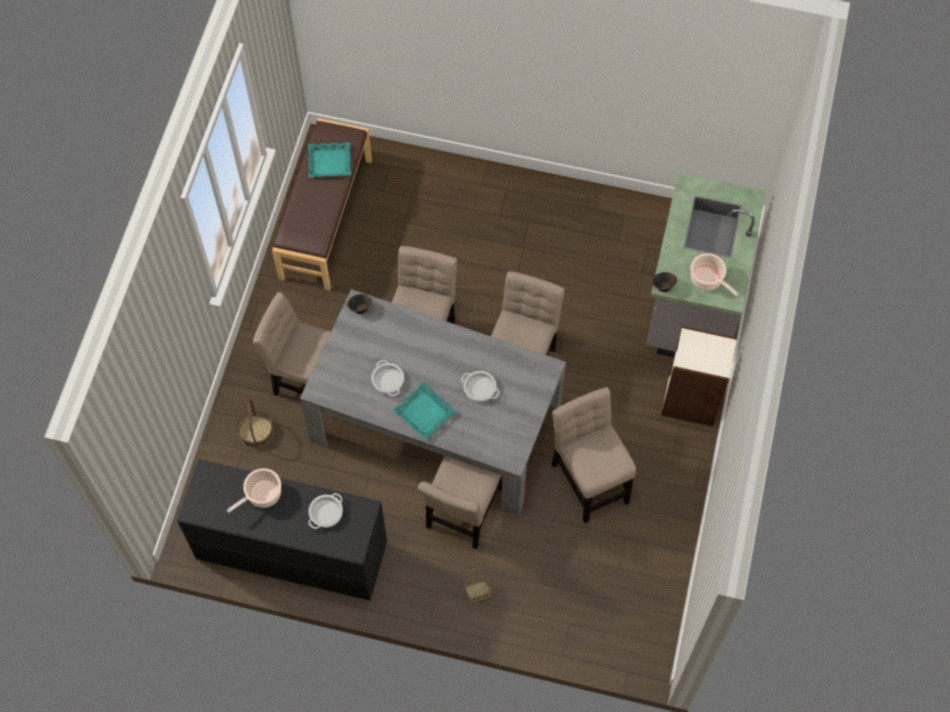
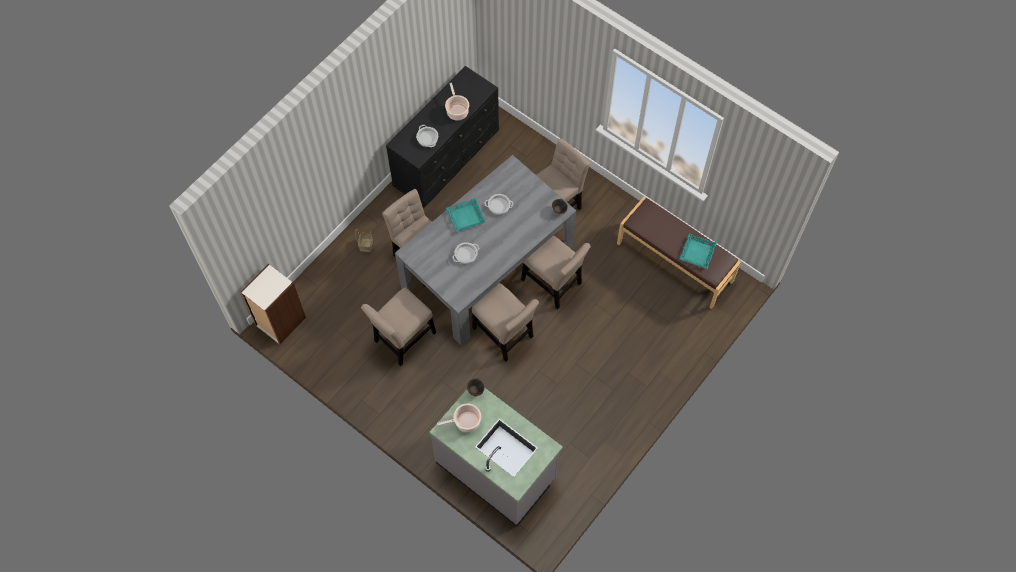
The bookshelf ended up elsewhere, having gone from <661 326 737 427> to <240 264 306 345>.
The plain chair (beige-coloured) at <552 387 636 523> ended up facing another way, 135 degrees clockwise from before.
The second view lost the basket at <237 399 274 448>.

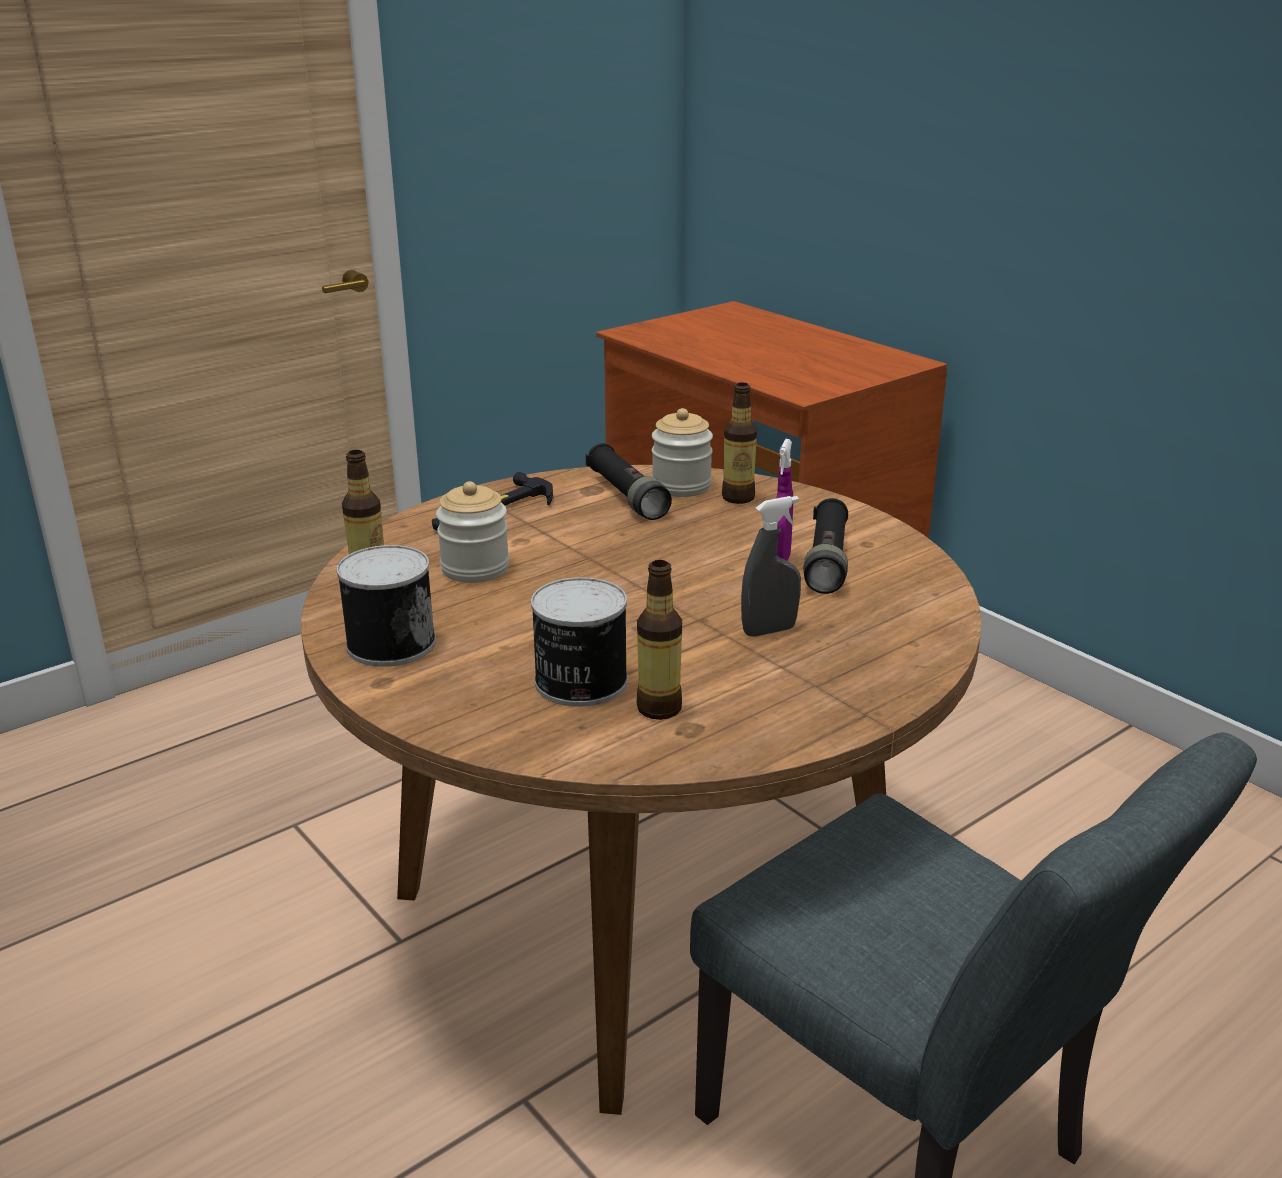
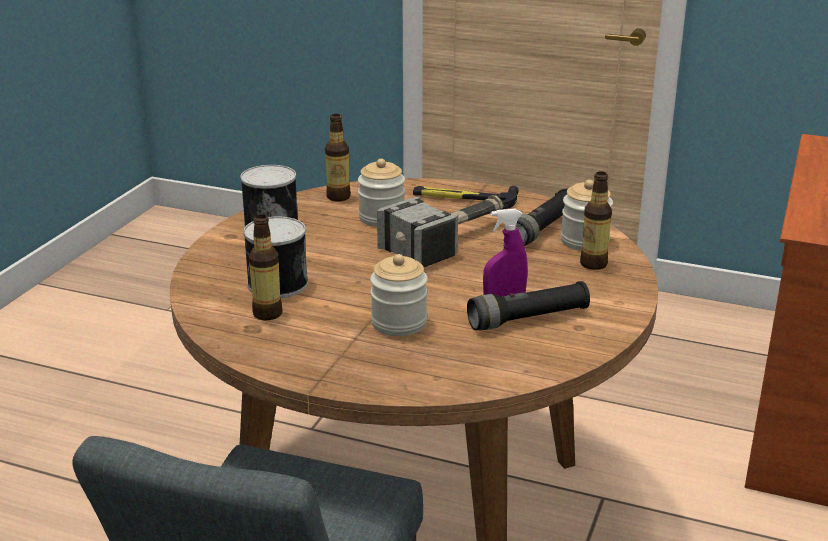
Where the spray bottle (greyish) stood at <741 496 801 636>, the preserve jar came to stand at <370 254 428 336>.
The second view gained the tool hammer at <377 195 503 267>.

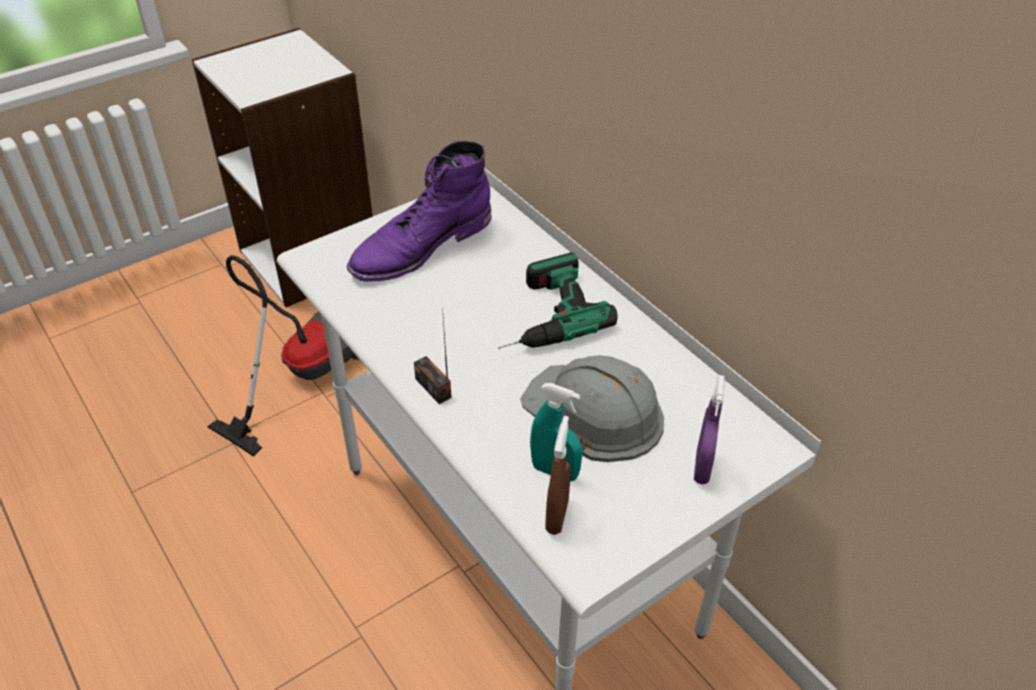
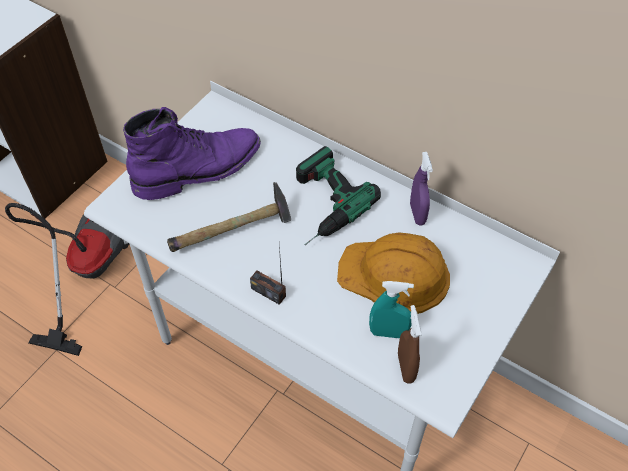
The boot (purple-coloured) at <347 141 492 282> ended up facing another way, 150 degrees counterclockwise from before.
What was the hard hat (greyish) at <520 355 664 462> turned into the hard hat (orange-coloured) at <337 232 450 314>.
The spray bottle (purple-coloured) ended up elsewhere, having gone from <694 375 725 484> to <410 152 433 225>.
The second view gained the tool hammer at <167 182 291 252>.

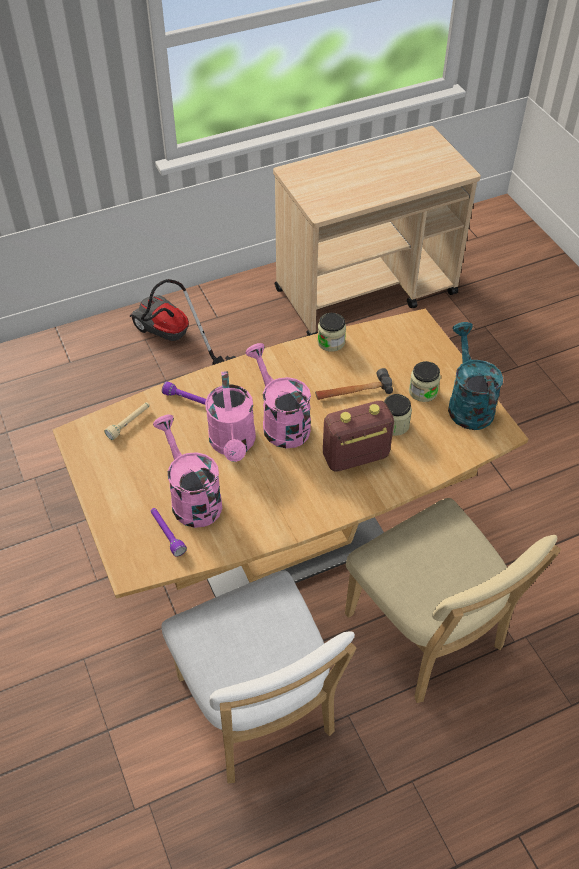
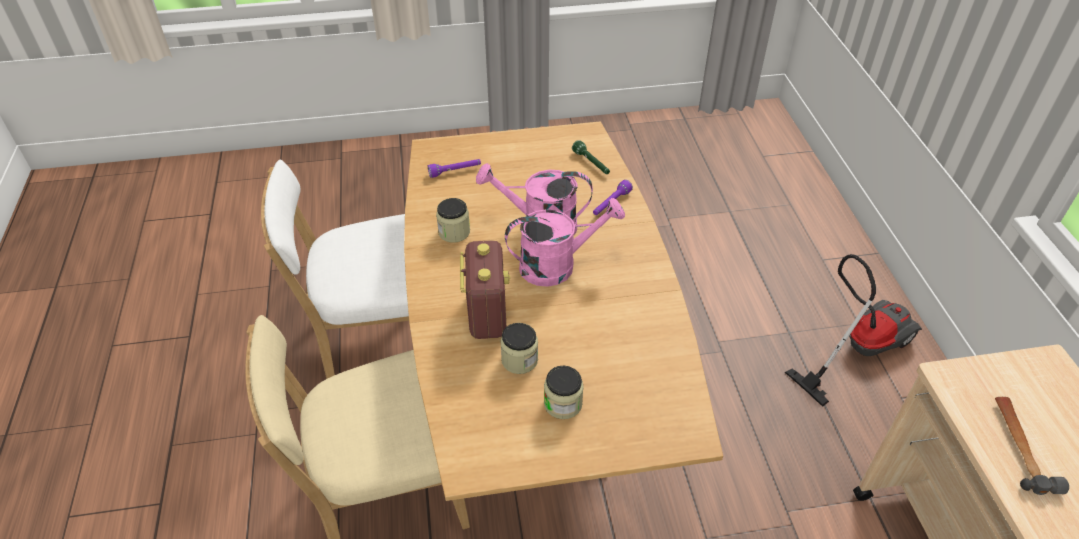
The preserve jar ended up elsewhere, having gone from <318 313 346 352> to <436 198 470 243>.
The second view lost the watering pot (blue-green) at <448 322 503 430>.
The tool hammer ended up elsewhere, having gone from <315 368 393 400> to <995 397 1069 495>.
What was the flashlight (beige-coloured) at <104 402 150 440> turned into the flashlight (green-coloured) at <572 140 610 174>.
The second view lost the watering pot (pink-coloured) at <153 414 222 528>.

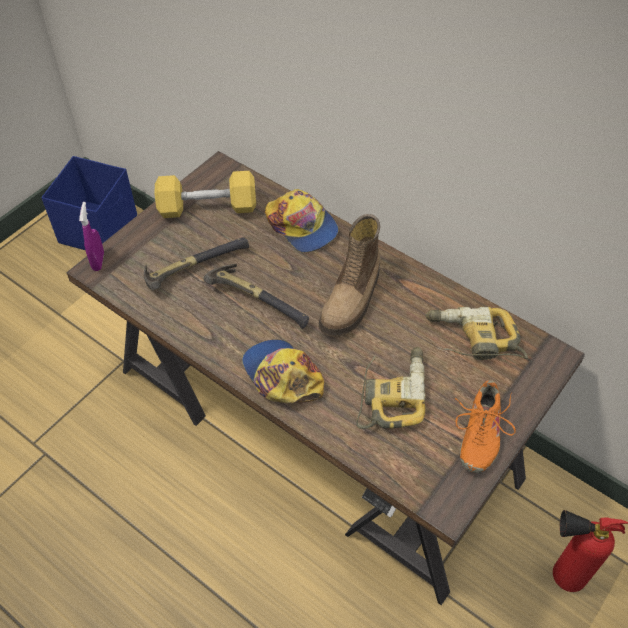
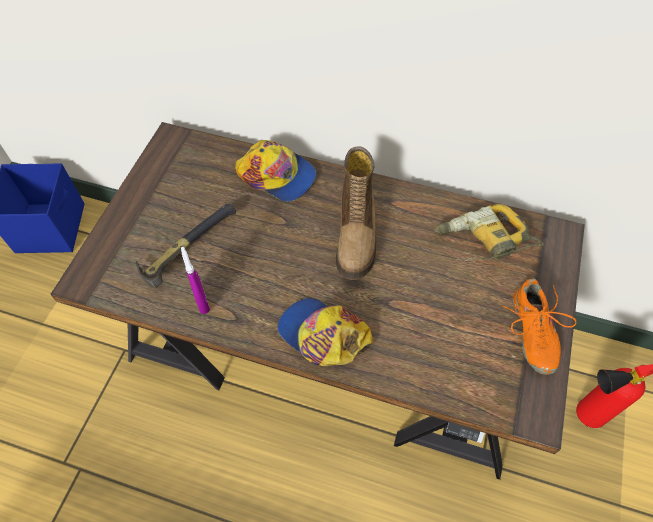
The second view lost the hand weight (yellow-coloured) at <154 171 256 218>.
The spray bottle (purple-coloured) ended up elsewhere, having gone from <79 202 104 271> to <181 247 210 314>.
The second view lost the tool hammer at <203 264 309 329>.
The second view lost the power drill at <356 347 426 429>.

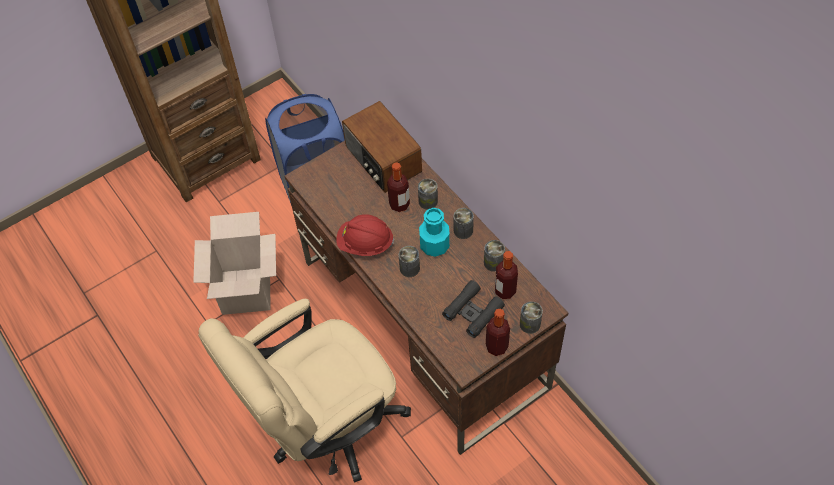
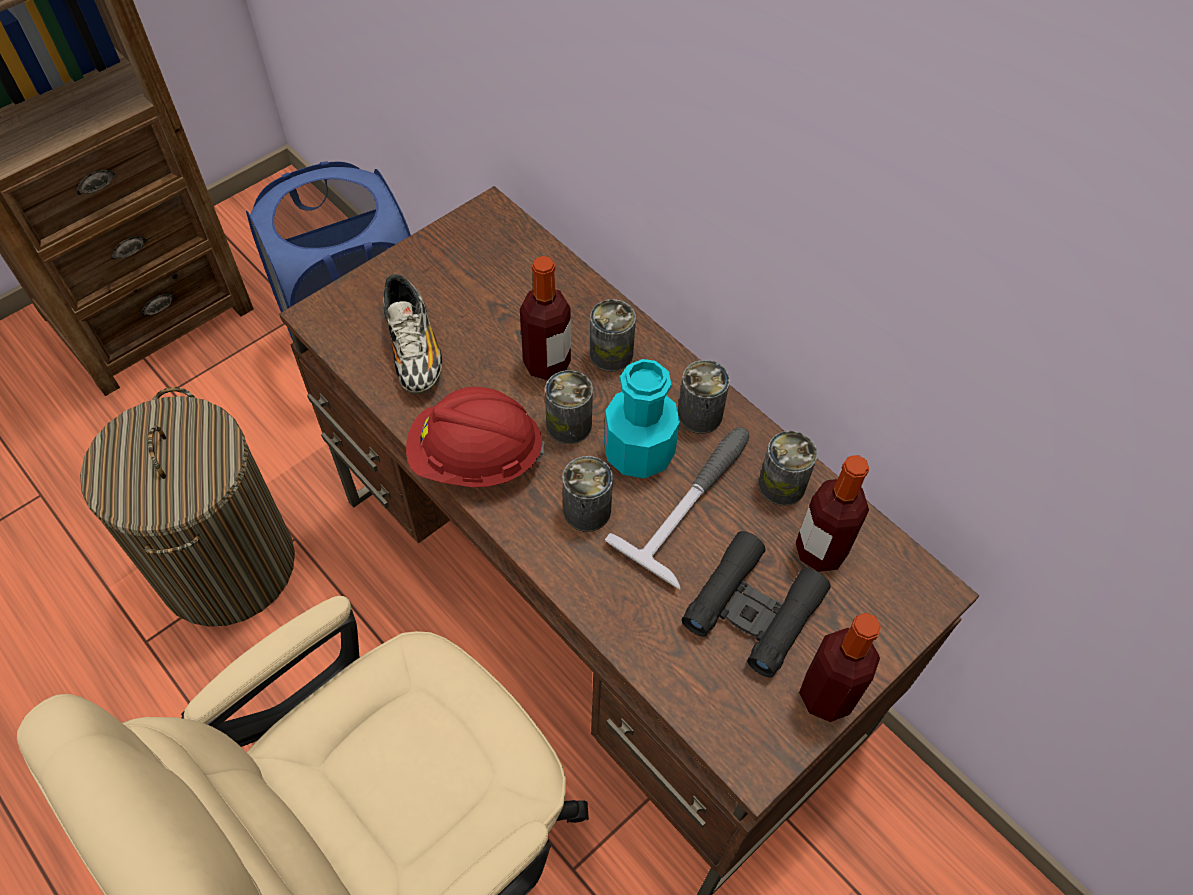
The second view lost the radio set at <342 101 422 193>.
Where the packing box stood at <193 212 276 315>, the washing basket came to stand at <80 387 295 627>.
The metal can ended up elsewhere, having gone from <520 301 543 334> to <545 370 593 444>.
The second view gained the shoe at <383 274 443 394>.
The second view gained the tool hammer at <605 427 749 590>.

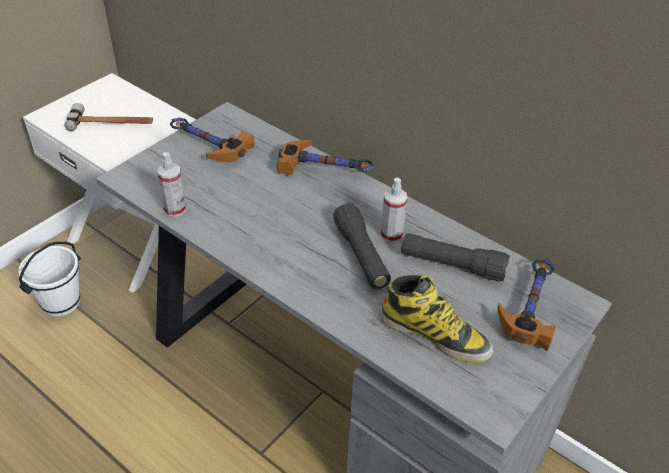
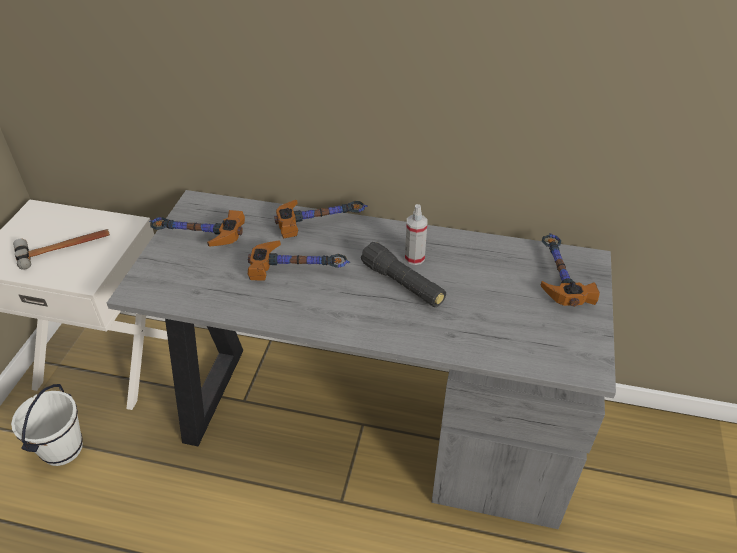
The second view lost the spray bottle at <158 152 186 217>.
The second view lost the flashlight (black-coloured) at <401 233 510 281>.
The second view lost the boot at <380 275 493 363>.
The second view gained the tool hammer at <248 241 350 281>.

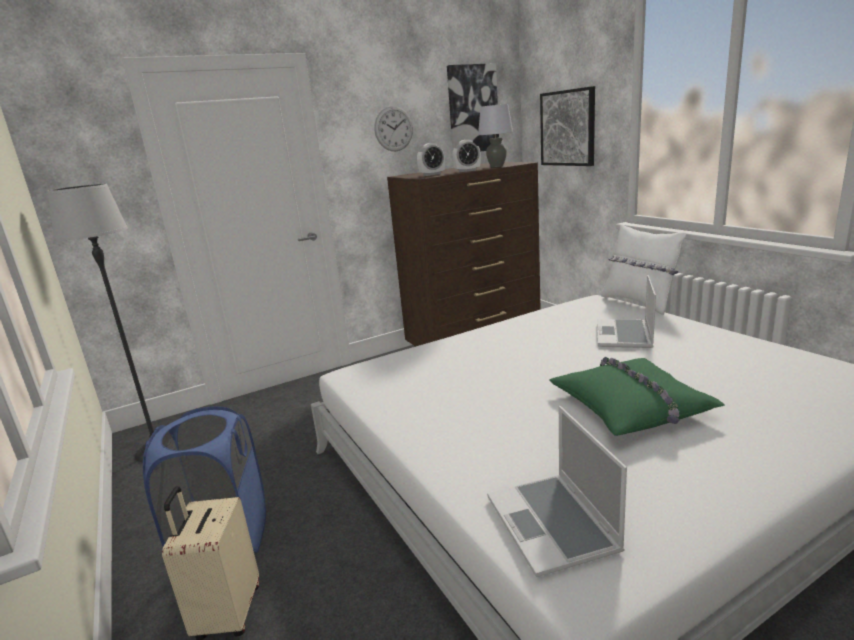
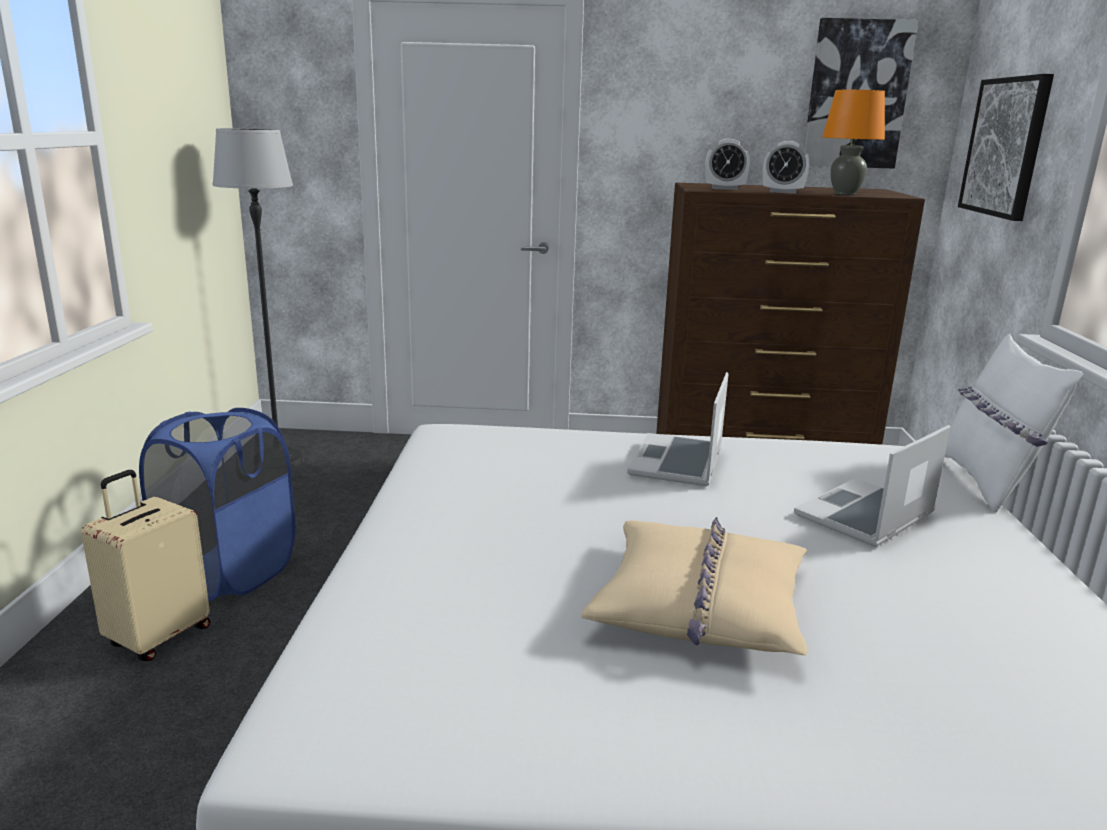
What was the tabletop lamp (greyish) at <478 104 513 167> turned into the tabletop lamp (orange-coloured) at <822 90 885 195>.
The second view lost the wall clock at <374 106 413 151>.
What was the throw pillow (green-coloured) at <550 357 725 436> turned into the throw pillow (beige-coloured) at <581 517 808 655>.
The portable computer ended up elsewhere, having gone from <487 406 627 577> to <627 372 729 486>.

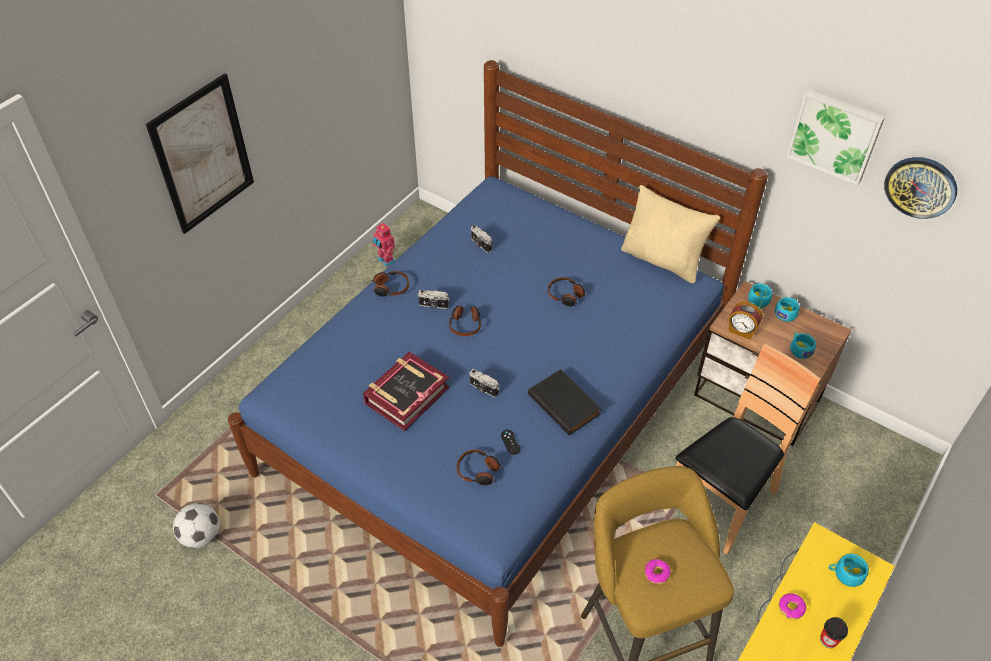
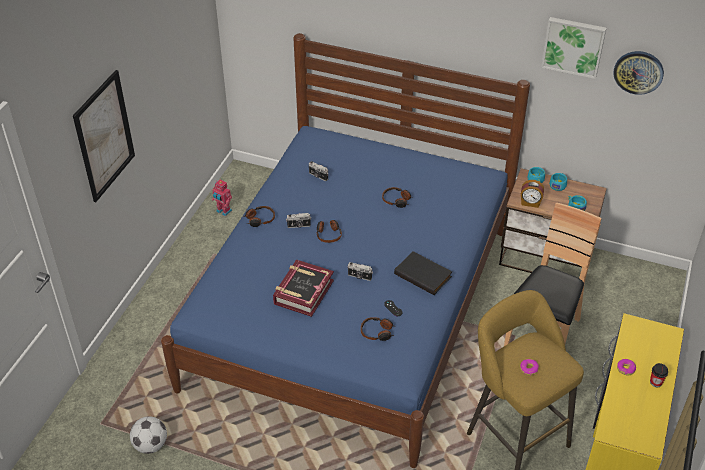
The second view lost the throw pillow (beige-coloured) at <621 185 720 283>.
The second view lost the small cup (blue-green) at <828 554 869 587>.

